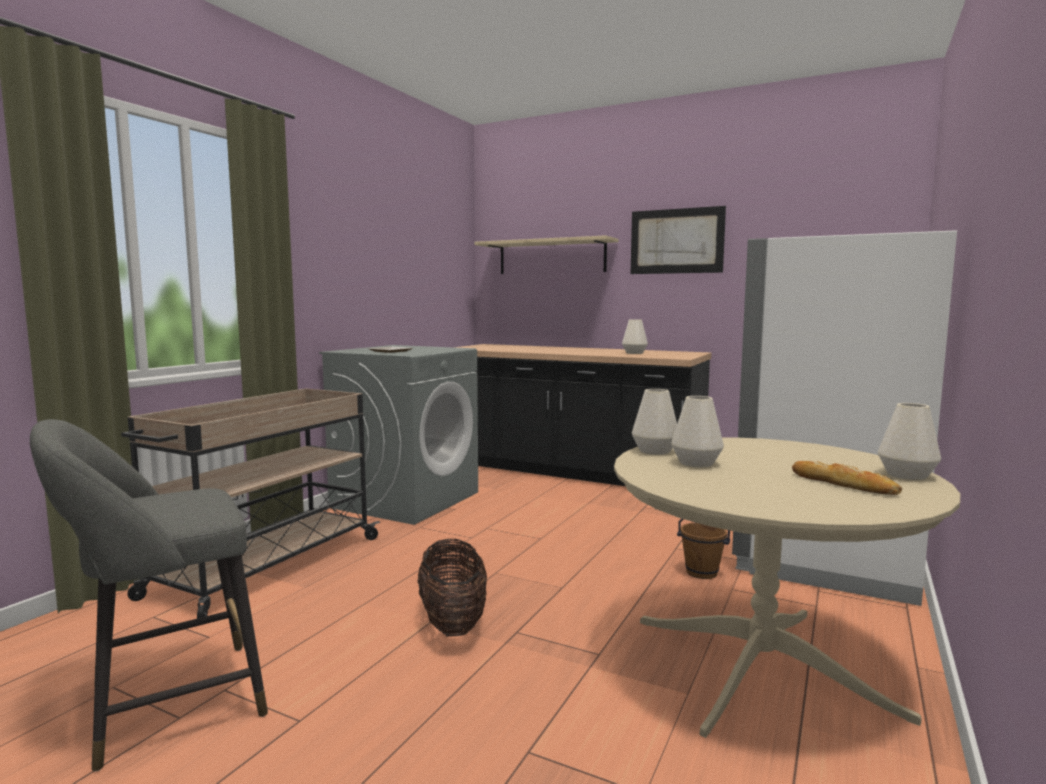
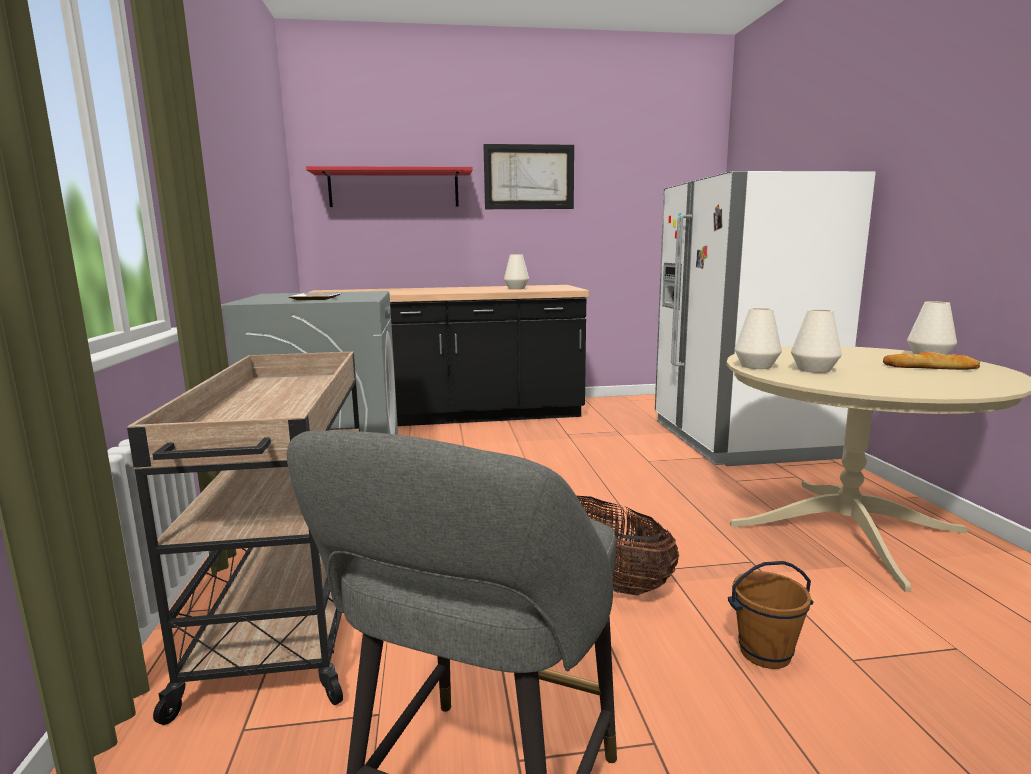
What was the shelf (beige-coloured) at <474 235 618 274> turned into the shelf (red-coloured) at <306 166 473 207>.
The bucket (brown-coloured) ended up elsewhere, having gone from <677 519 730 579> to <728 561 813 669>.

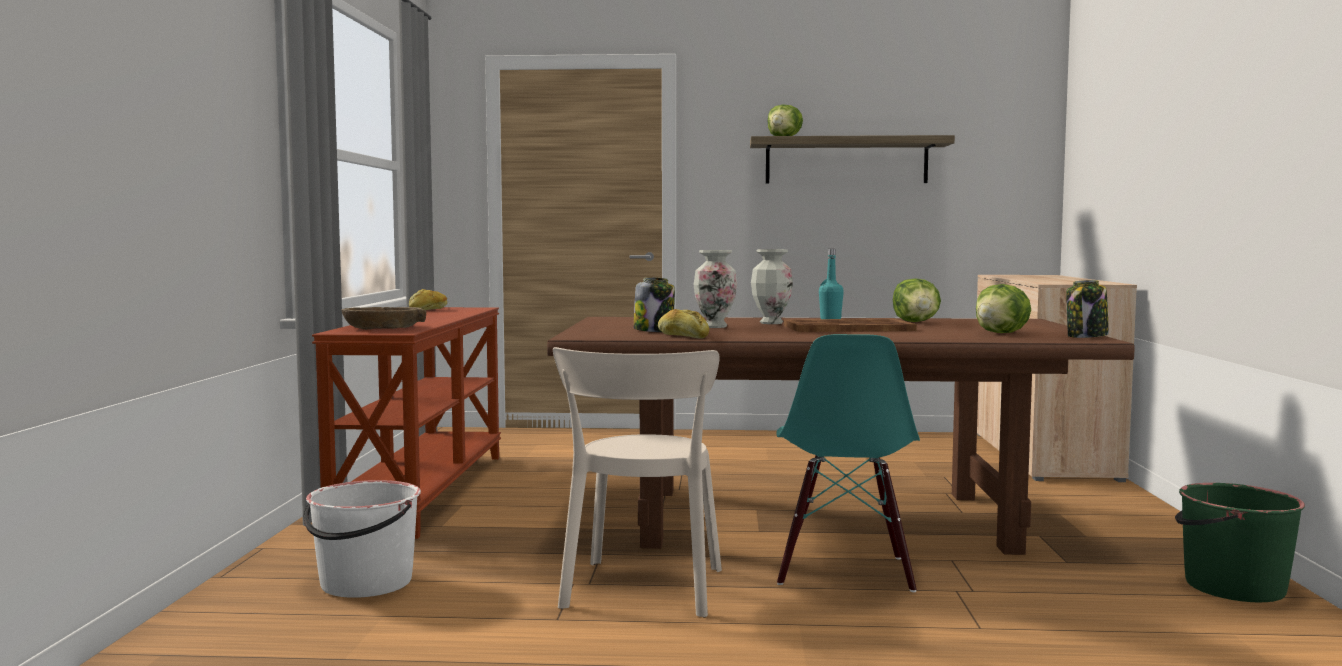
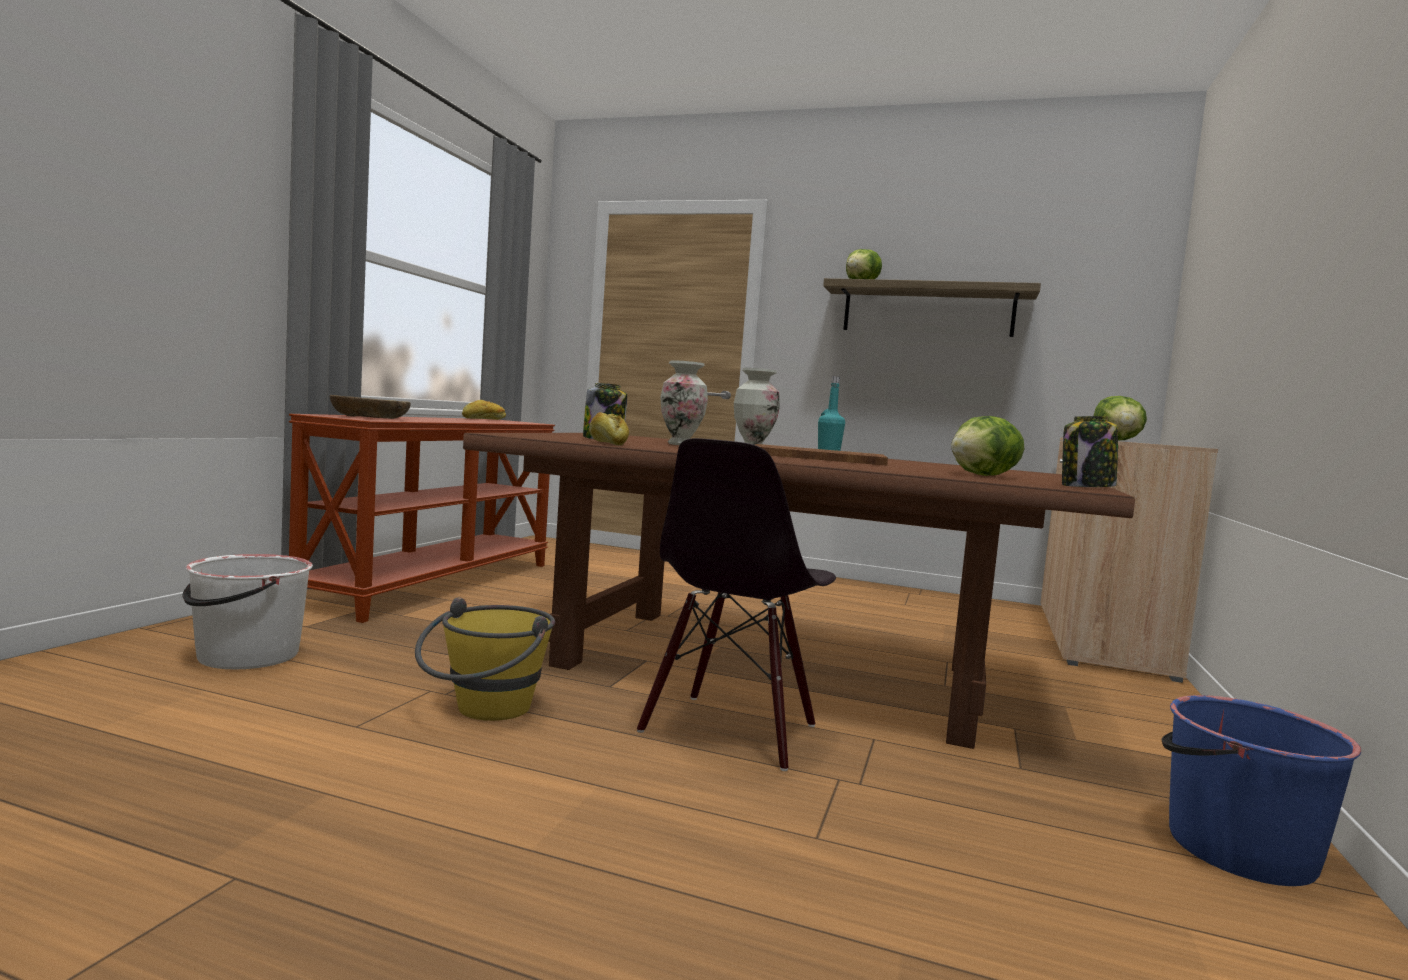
The lettuce head ended up elsewhere, having gone from <893 278 941 322> to <1094 396 1147 440>.
What was the plain chair (blue-green) at <776 334 920 592> turned into the plain chair (black-coloured) at <637 438 836 771>.
Where the plain chair (beige-coloured) stood at <553 347 722 617>, the bucket (yellow-coloured) came to stand at <415 597 555 721>.
What was the bucket (green-coloured) at <1175 483 1305 602> turned into the bucket (blue) at <1162 695 1361 886>.

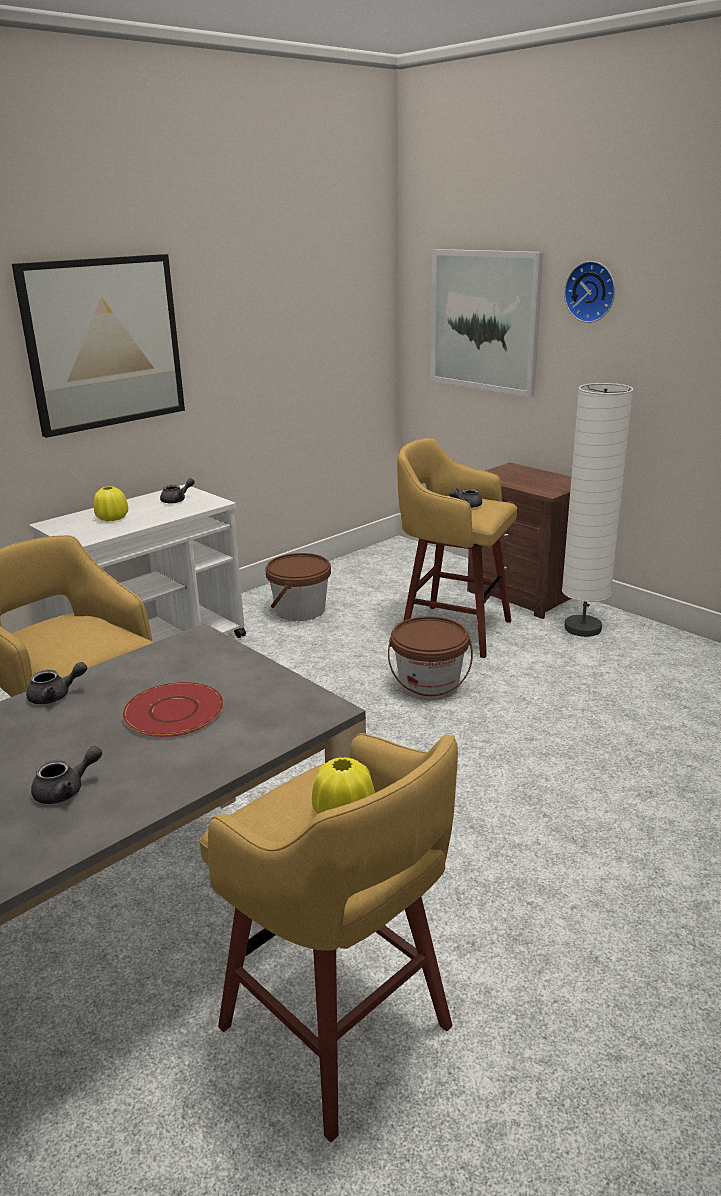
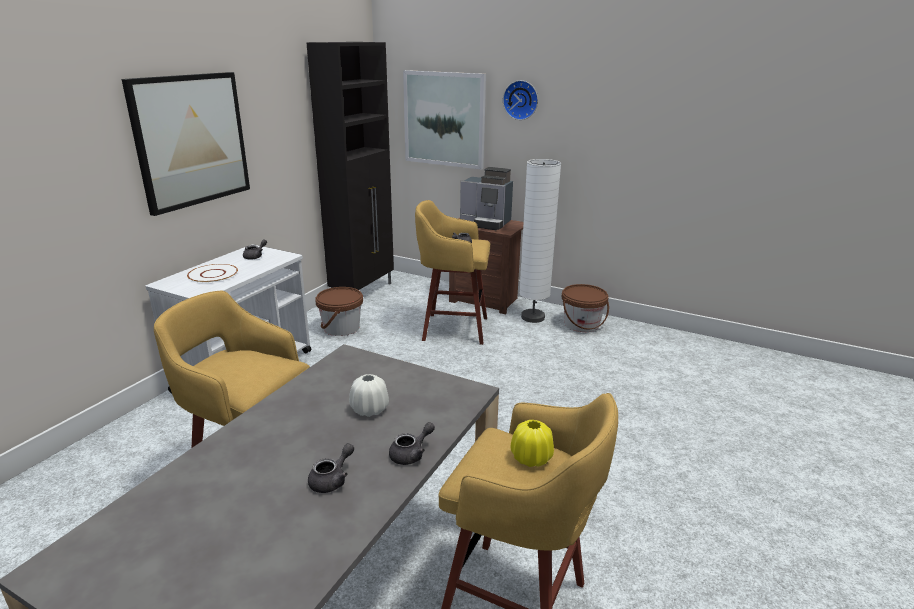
Where the vase (yellow-coloured) stood at <94 486 128 521>, the plate (whitish) came to stand at <187 264 238 283>.
The bucket (brown-coloured) ended up elsewhere, having gone from <388 616 473 700> to <562 284 609 332>.
The teapot (greyish) ended up elsewhere, having gone from <26 662 87 704> to <389 422 435 465>.
Where the plate (red-coloured) stood at <122 682 224 737>, the vase (whitish) came to stand at <349 374 389 417>.
The second view gained the cabinet (black-coloured) at <306 42 394 290>.
The second view gained the coffee maker at <460 167 513 231>.

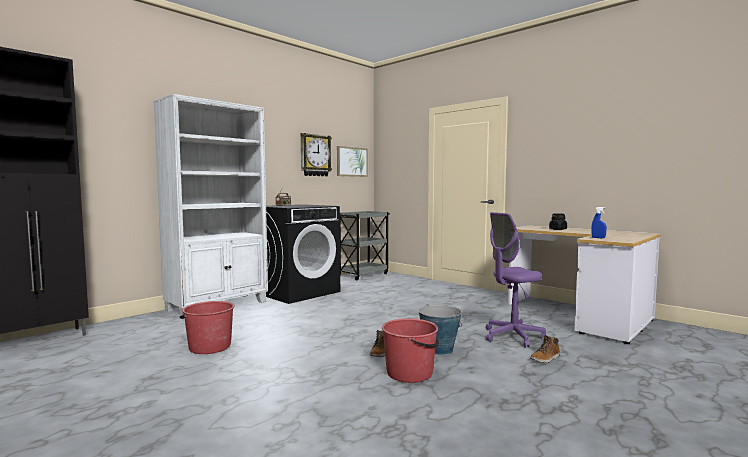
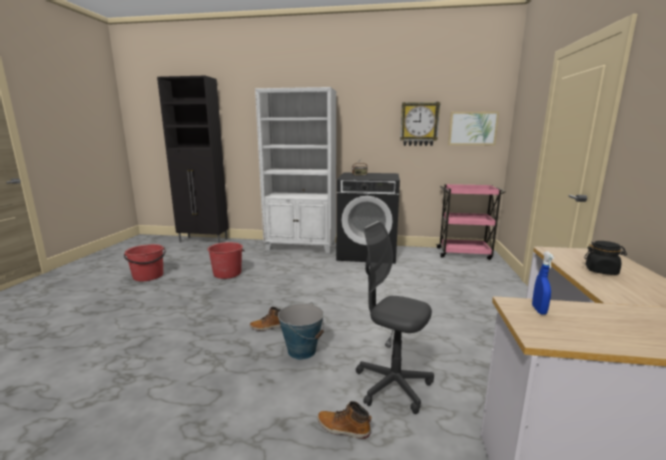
What was the cart (greyish) at <339 211 390 280> turned into the cart (pink-coloured) at <435 184 506 260>.
What was the office chair (purple-coloured) at <486 212 546 348> turned into the office chair (greyish) at <356 221 434 414>.
The bucket (red-coloured) ended up elsewhere, having gone from <382 318 439 383> to <124 244 166 281>.

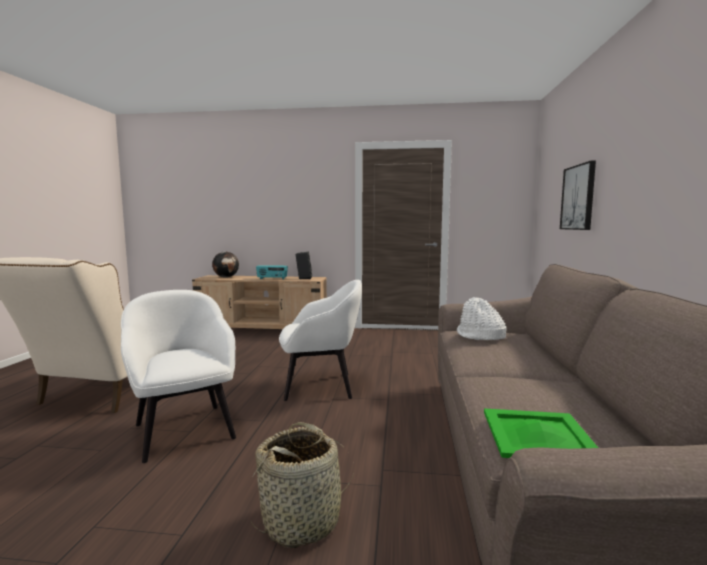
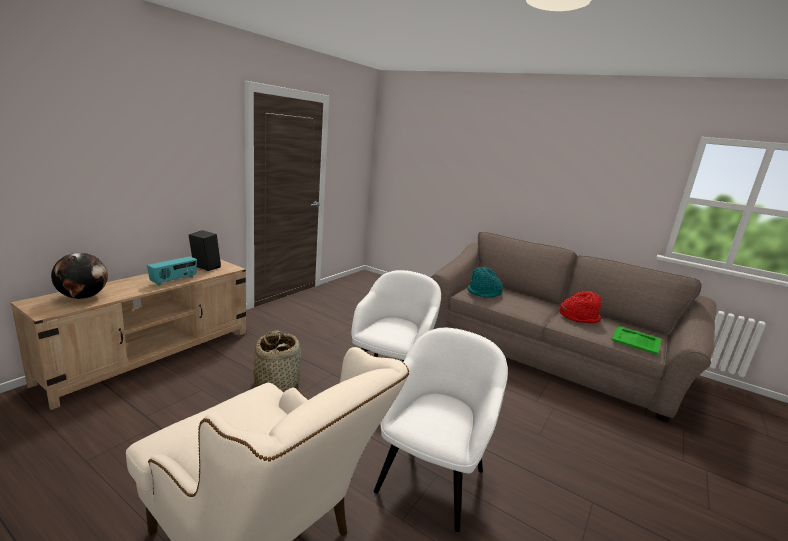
The second view lost the wall art at <560 160 596 230>.
The lounge chair (whitish) at <121 290 236 463> ended up facing another way, 120 degrees clockwise from before.
What was the hat (whitish) at <457 297 507 340> turned into the hat (blue-green) at <467 267 503 298>.
The basket ended up elsewhere, having gone from <251 422 354 548> to <254 330 302 392>.
The second view gained the hat (red-coloured) at <560 291 602 323>.

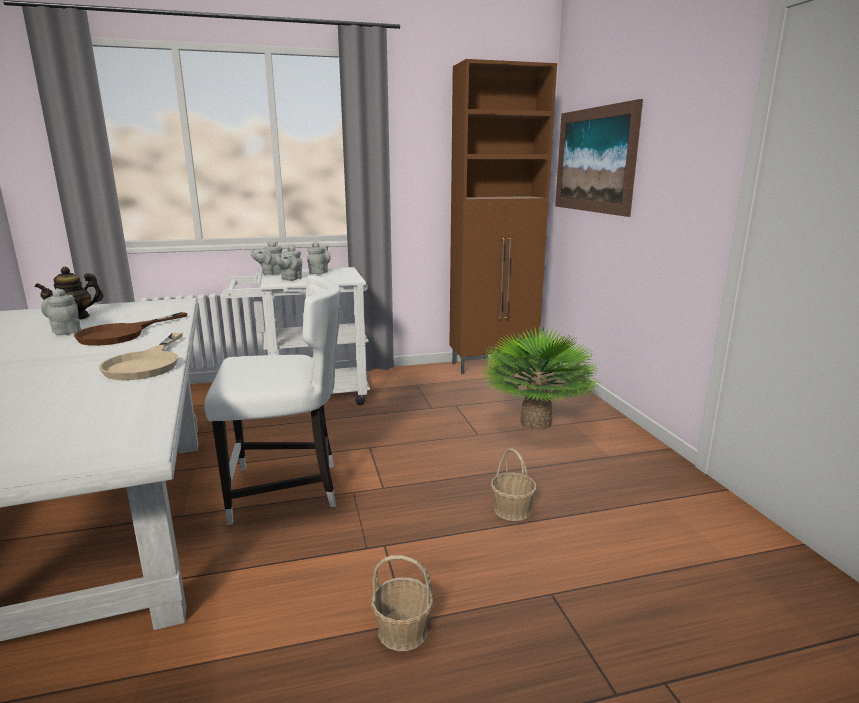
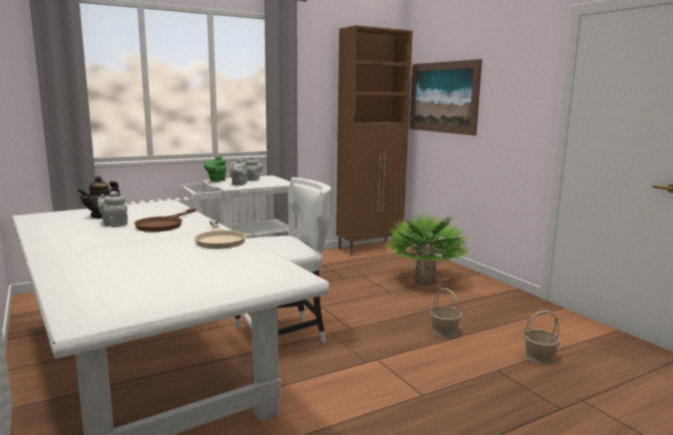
What was the teapot (greyish) at <251 241 283 275> turned into the teapot (green-coloured) at <204 156 226 182>.
The basket ended up elsewhere, having gone from <371 555 433 651> to <524 310 561 364>.

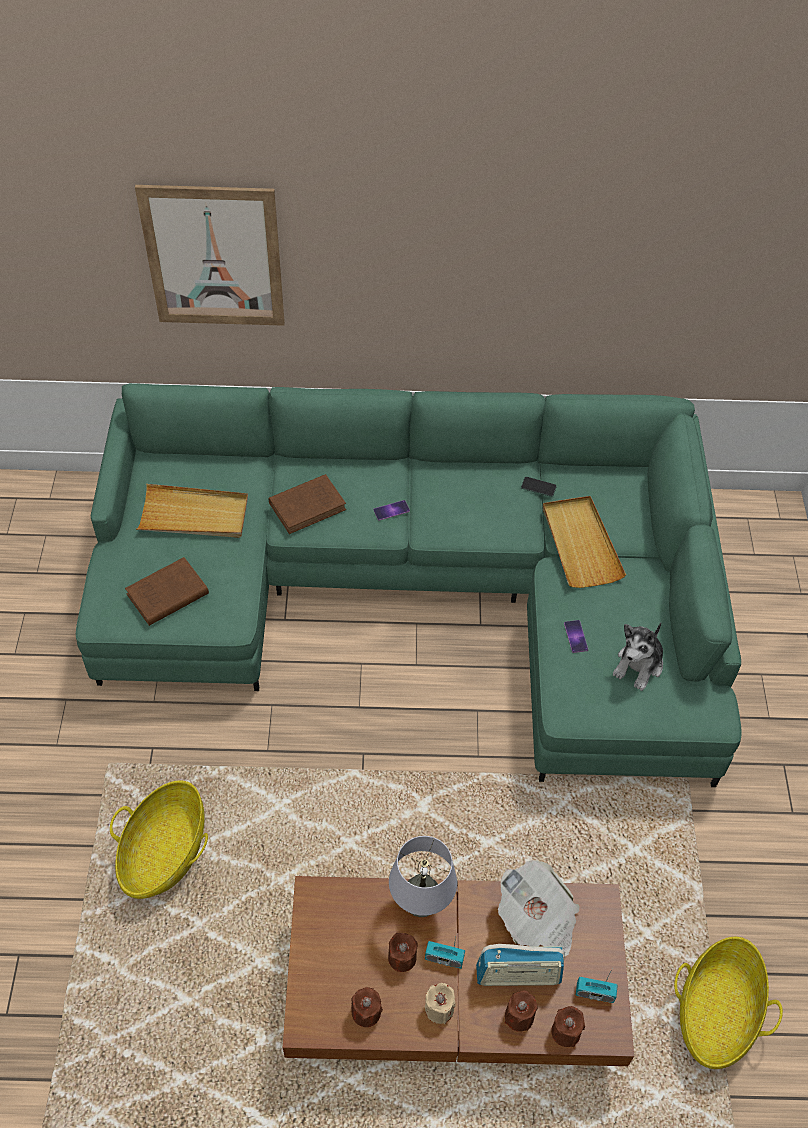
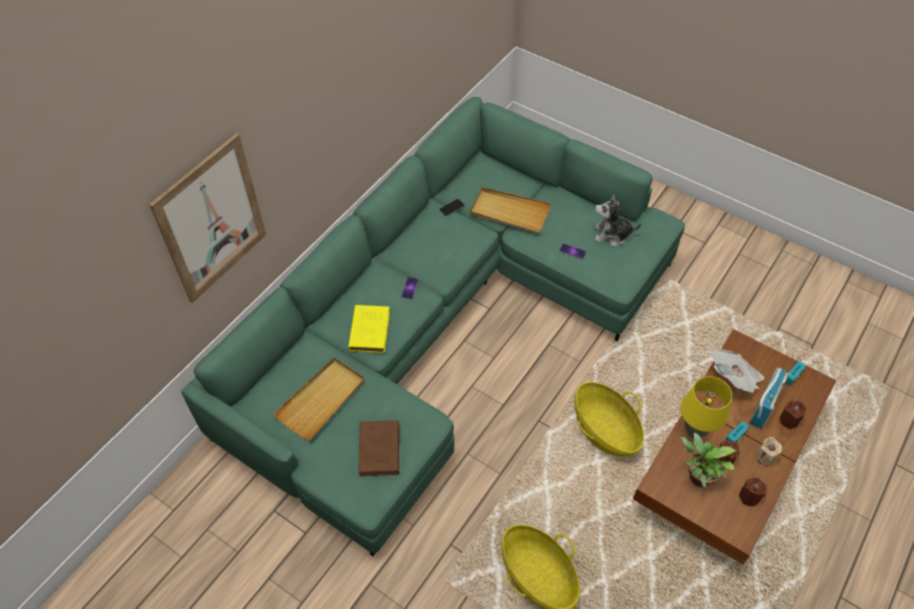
What was the book (brown-coloured) at <269 474 346 534> turned into the book (yellow-coloured) at <348 305 390 353>.
The soft toy at <613 623 663 691> ended up facing another way, 120 degrees clockwise from before.
What was the tabletop lamp (greyish) at <389 836 457 917> turned into the tabletop lamp (yellow-coloured) at <680 376 732 438>.
The basket ended up elsewhere, having gone from <674 937 783 1069> to <574 382 644 456>.
The second view lost the wax candle (brown-coloured) at <551 1006 585 1047>.
The second view gained the potted plant at <681 433 737 487>.

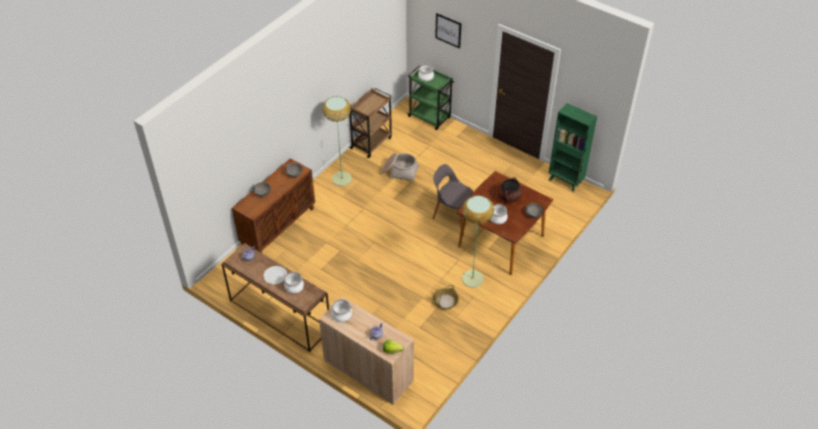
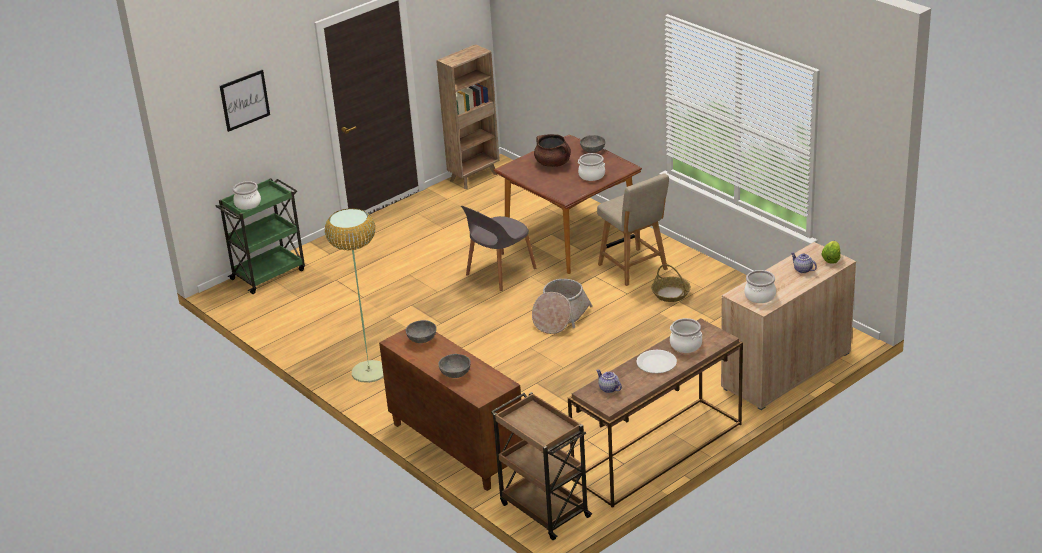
The cart (brown-coloured) ended up elsewhere, having gone from <349 88 392 158> to <491 392 592 540>.
What was the bookshelf (green-coloured) at <549 103 597 192> turned into the bookshelf (brown-coloured) at <436 44 500 189>.
The basket ended up elsewhere, having gone from <382 153 419 183> to <532 279 593 334>.
Where the floor lamp stood at <462 195 494 288>, the plain chair (beige-coloured) came to stand at <597 173 669 286>.

